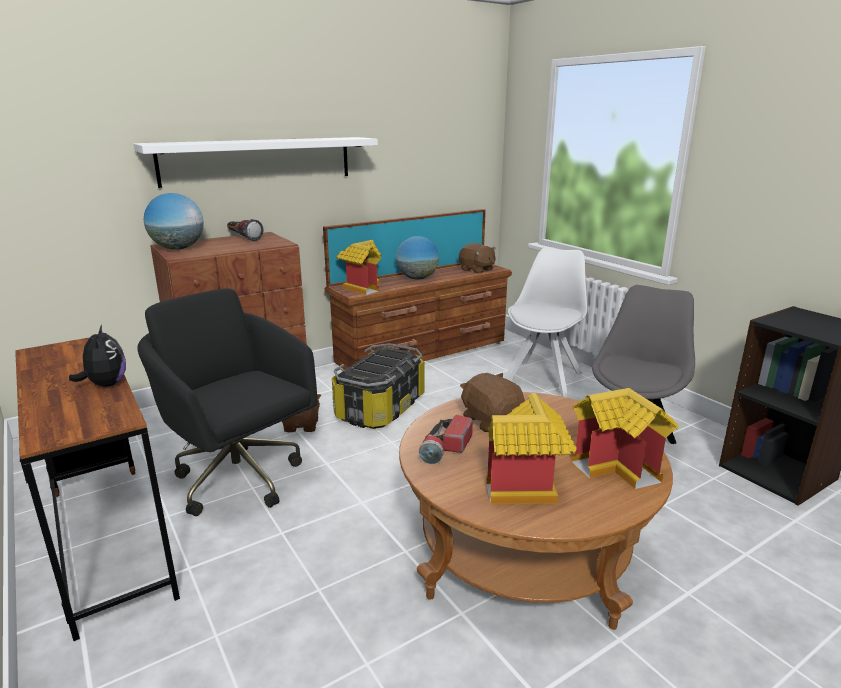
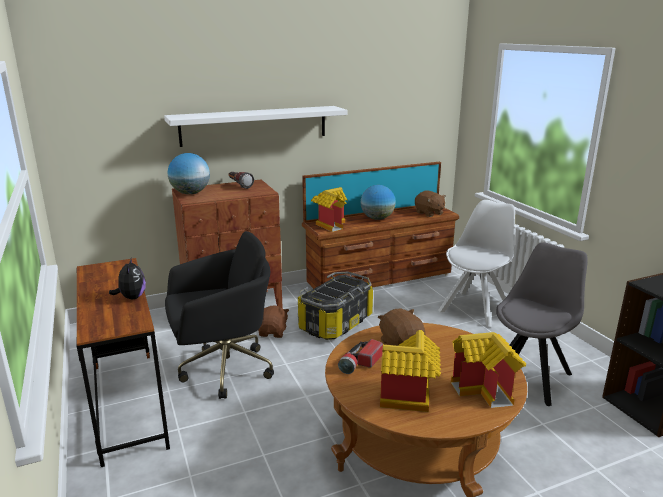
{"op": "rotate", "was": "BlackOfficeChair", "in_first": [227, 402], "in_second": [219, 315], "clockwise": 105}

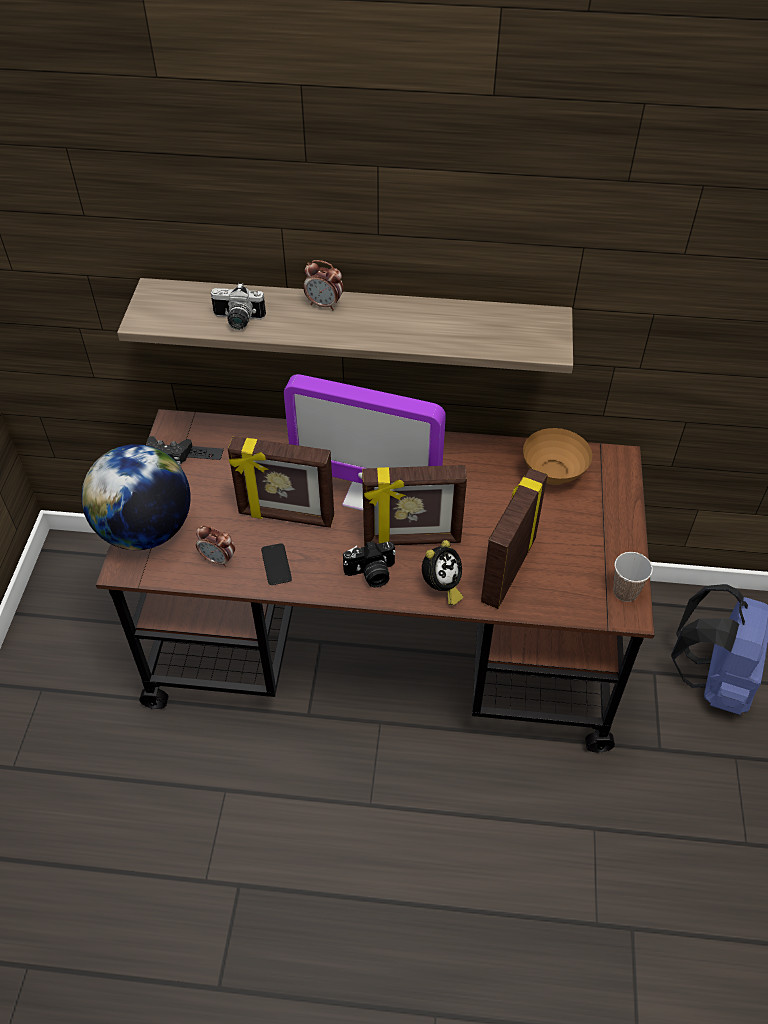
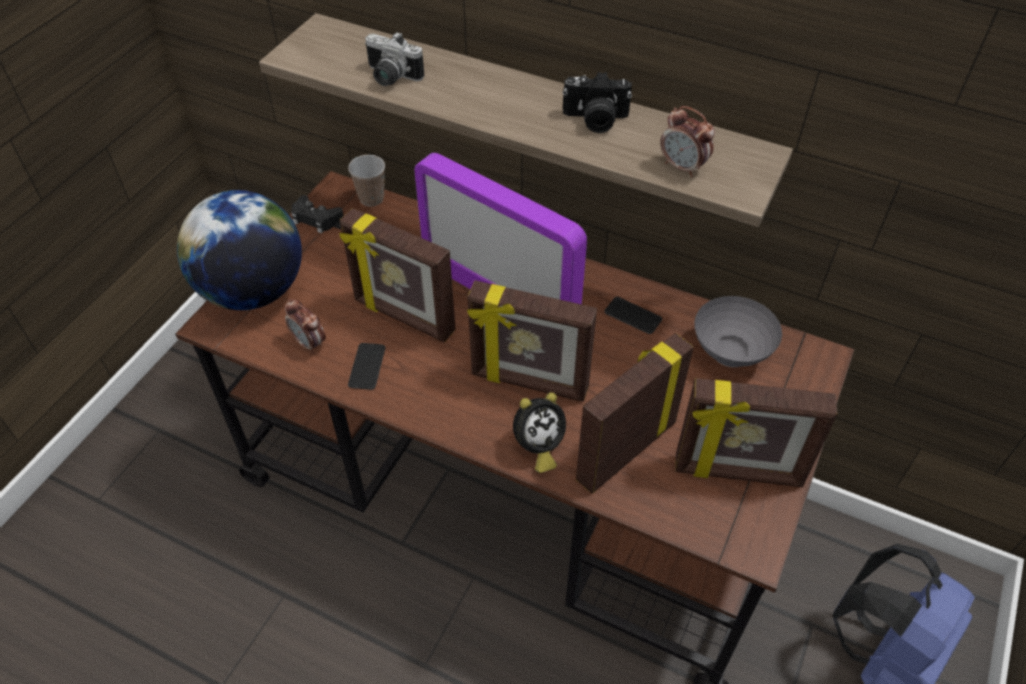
{"op": "insert", "now": "Phone", "in_second": [633, 315]}
{"op": "insert", "now": "PictureFrame", "in_second": [756, 432]}
{"op": "move", "was": "AlarmClock", "in_first": [323, 285], "in_second": [687, 141]}
{"op": "move", "was": "PhotoCamera", "in_first": [369, 564], "in_second": [597, 102]}
{"op": "move", "was": "Cup", "in_first": [633, 577], "in_second": [366, 180]}
{"op": "recolor", "was": "BrownBowl", "now": "GreyBowl", "in_first": [557, 456], "in_second": [738, 331]}

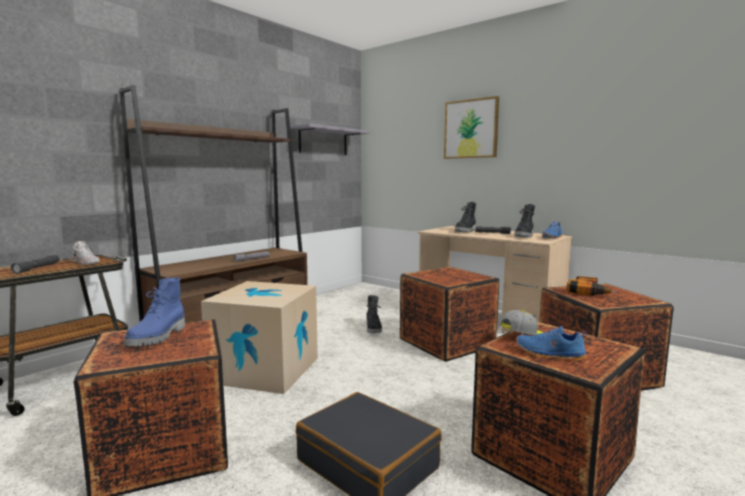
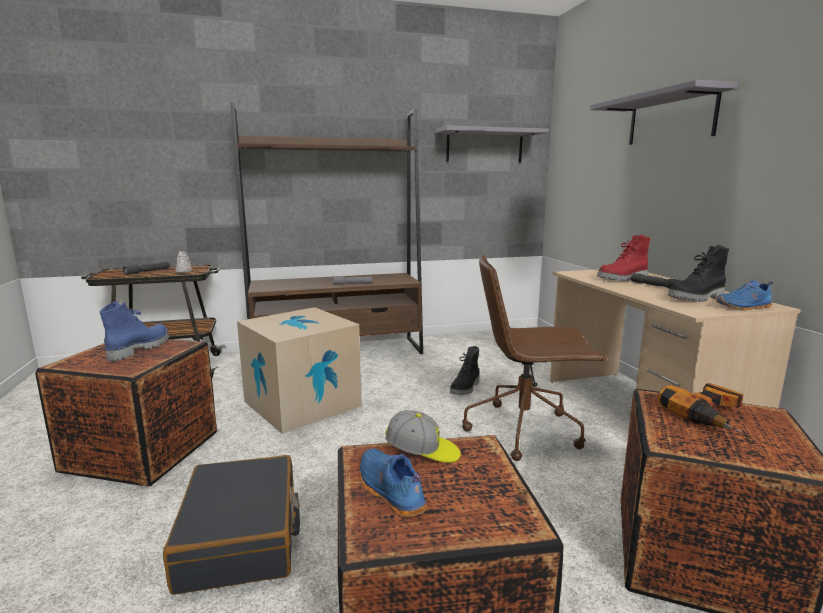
{"op": "replace", "was": "Crate", "now": "BrownOfficeChair", "in_first": [449, 314], "in_second": [534, 358]}
{"op": "replace", "was": "Picture", "now": "GreyShelf", "in_first": [471, 127], "in_second": [664, 112]}
{"op": "recolor", "was": "BlackBoot", "now": "RedBoot", "in_first": [465, 217], "in_second": [624, 258]}
{"op": "rotate", "was": "BlueBoot", "in_first": [154, 312], "in_second": [134, 331], "clockwise": 150}

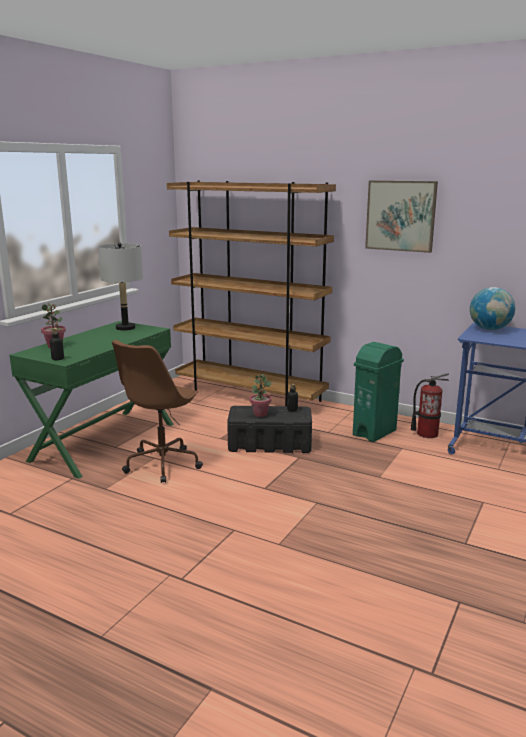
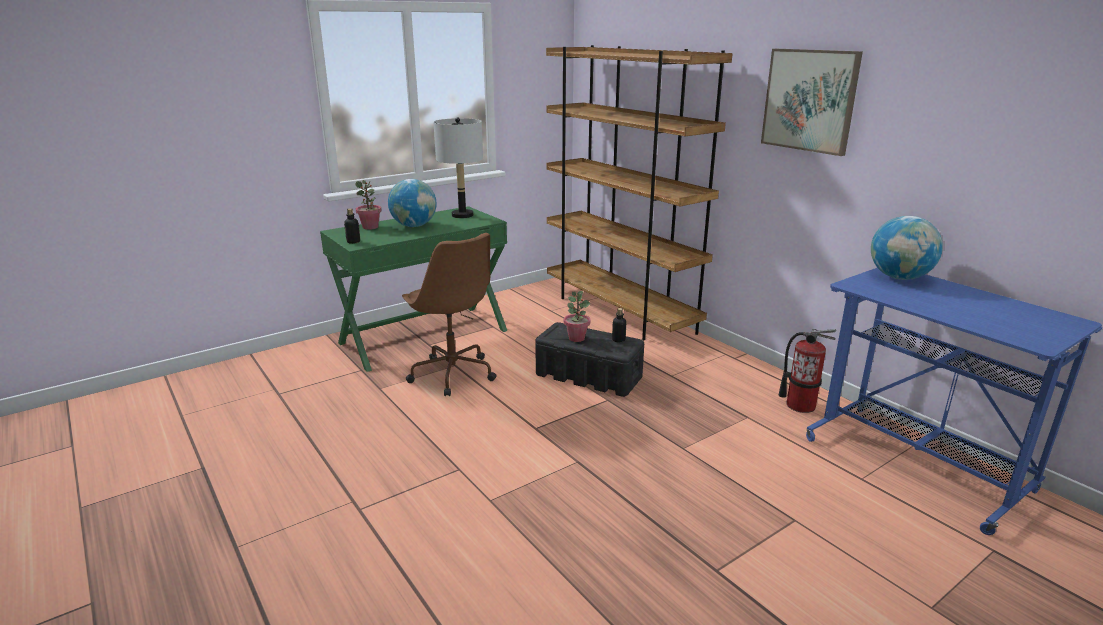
{"op": "delete", "was": "GreenTrashCan", "in_first": [378, 392]}
{"op": "insert", "now": "Globe", "in_second": [412, 203]}
{"op": "rotate", "was": "BrownOfficeChair", "in_first": [157, 411], "in_second": [449, 314], "clockwise": -90}

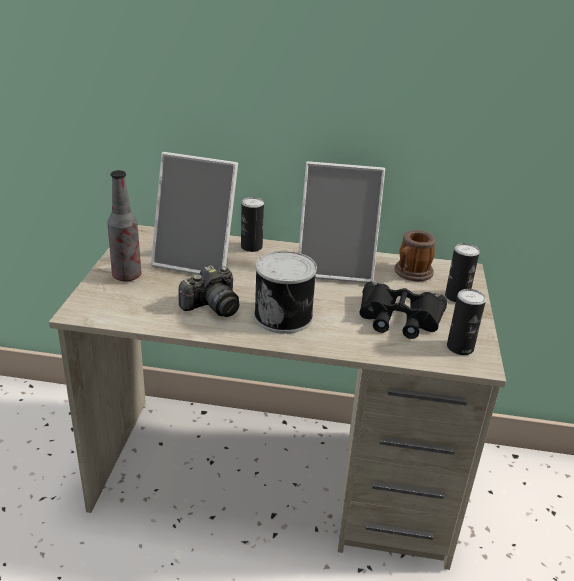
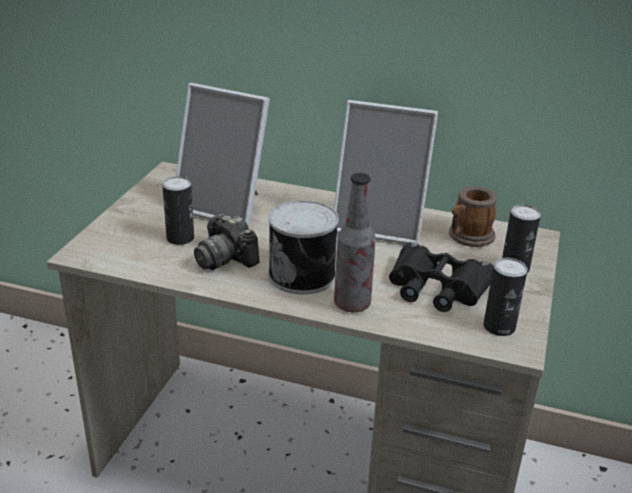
{"op": "move", "was": "Bottle", "in_first": [124, 225], "in_second": [355, 242]}
{"op": "move", "was": "Can", "in_first": [252, 224], "in_second": [178, 210]}
{"op": "rotate", "was": "PhotoCamera", "in_first": [208, 291], "in_second": [227, 241], "clockwise": 75}

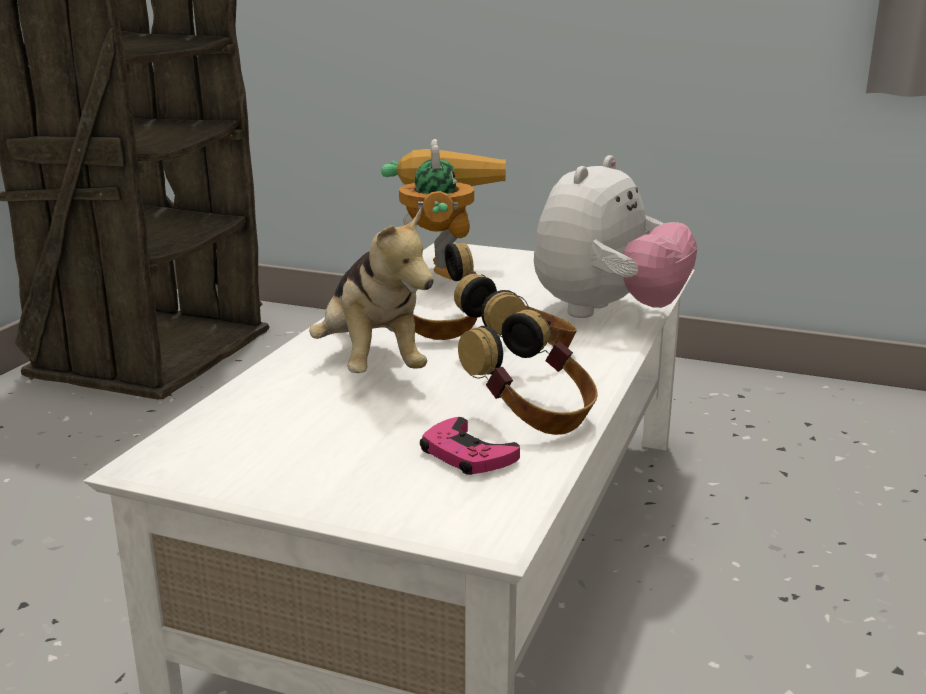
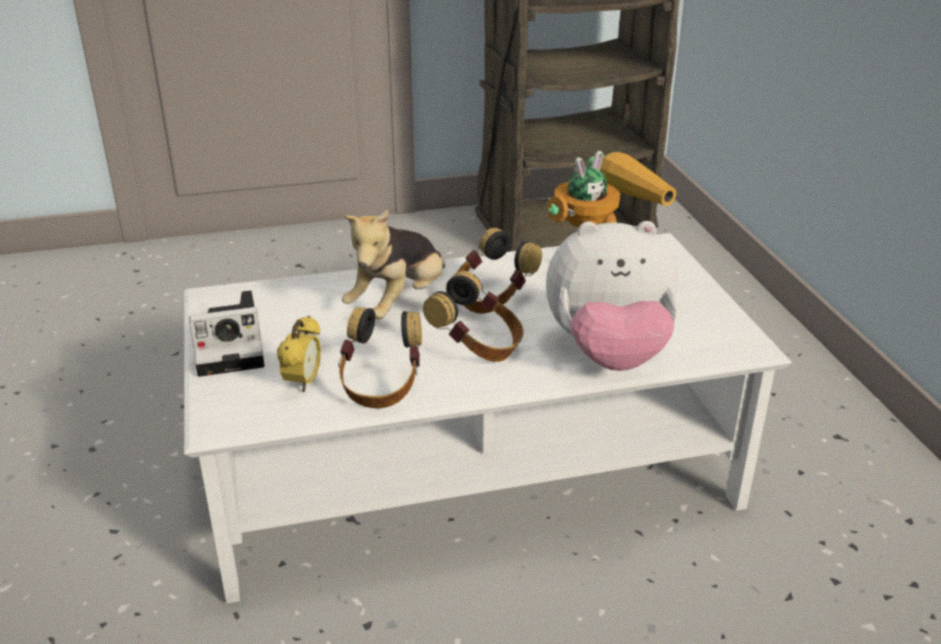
{"op": "insert", "now": "PhotoCamera", "in_second": [227, 333]}
{"op": "replace", "was": "PinkGameController", "now": "AlarmClock", "in_first": [470, 446], "in_second": [299, 354]}

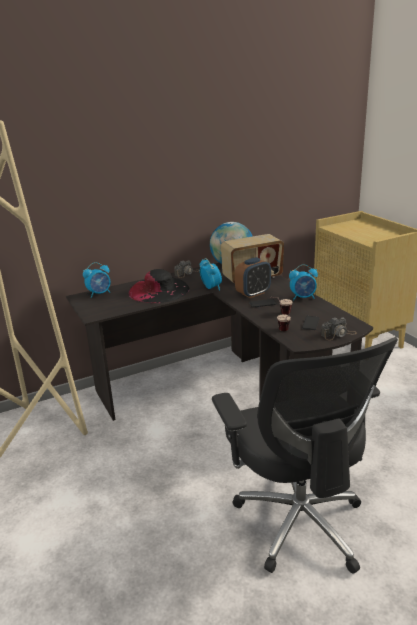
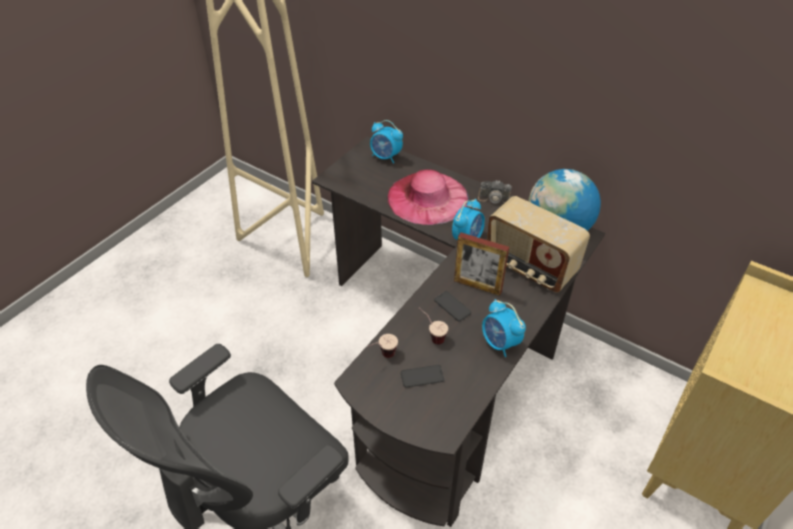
{"op": "delete", "was": "PhotoCamera", "in_first": [339, 328]}
{"op": "replace", "was": "AlarmClock", "now": "PictureFrame", "in_first": [253, 277], "in_second": [481, 264]}
{"op": "recolor", "was": "BlackHat", "now": "PinkHat", "in_first": [159, 286], "in_second": [428, 197]}

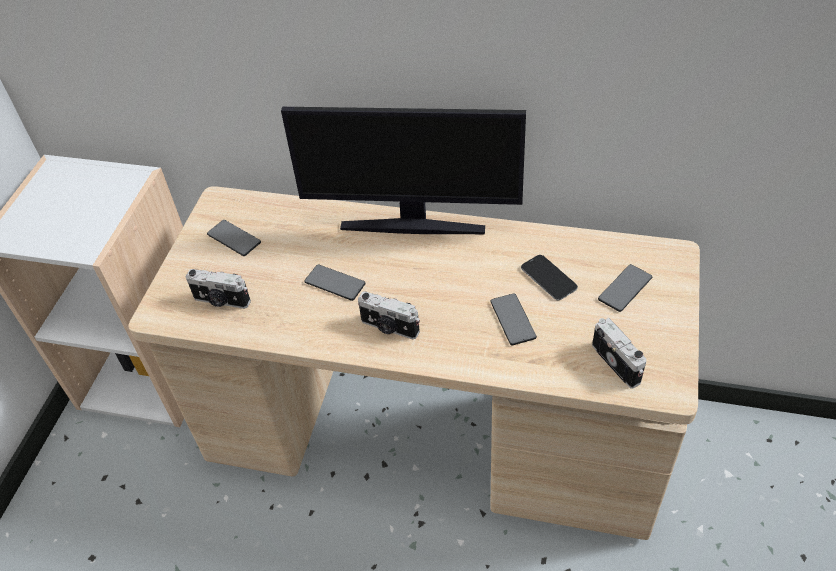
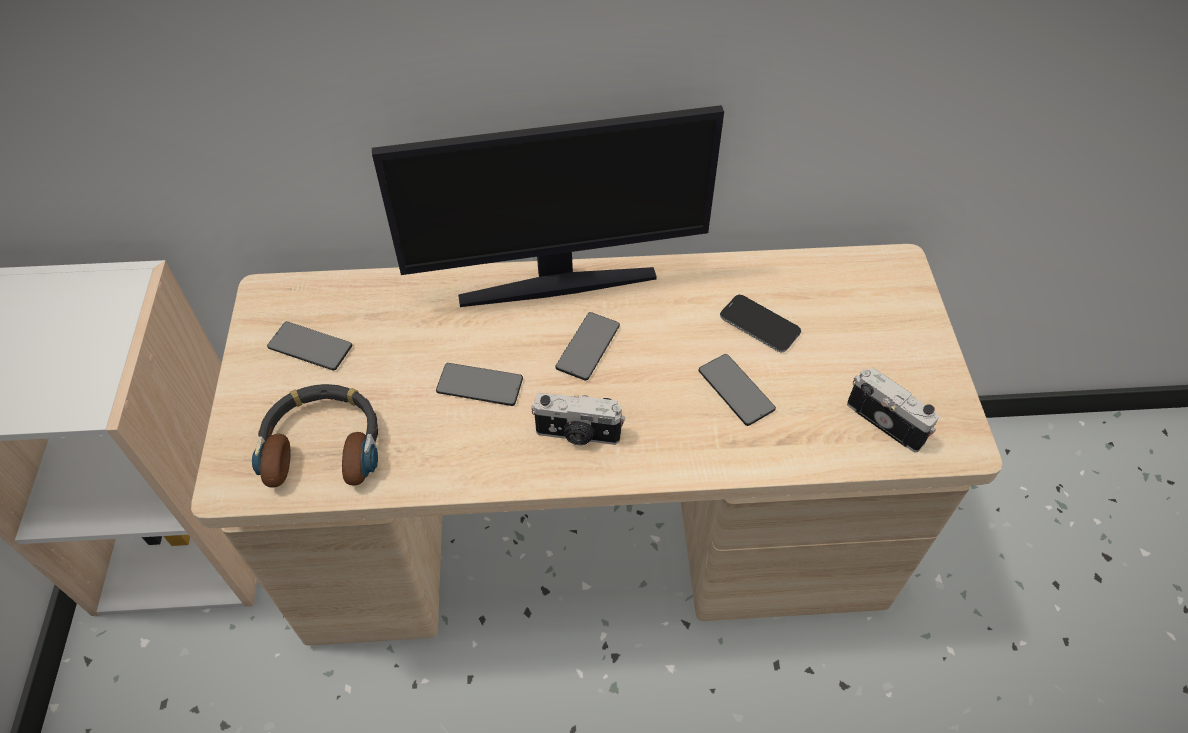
{"op": "move", "was": "Phone", "in_first": [625, 288], "in_second": [587, 346]}
{"op": "replace", "was": "PhotoCamera", "now": "Headphones", "in_first": [218, 289], "in_second": [315, 436]}

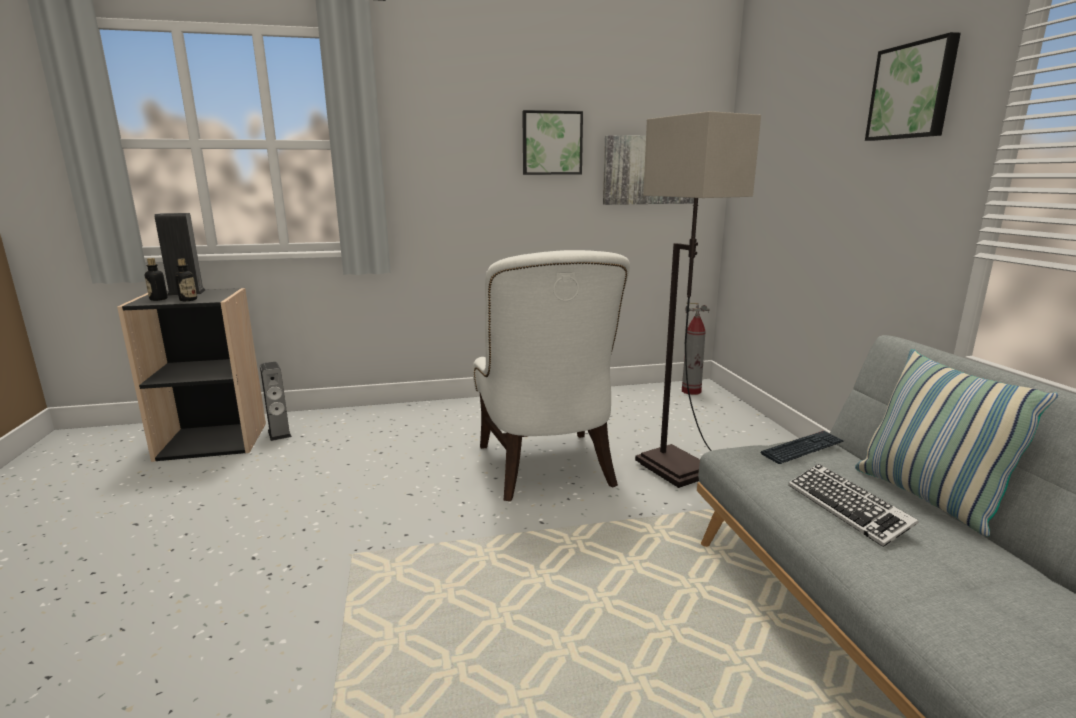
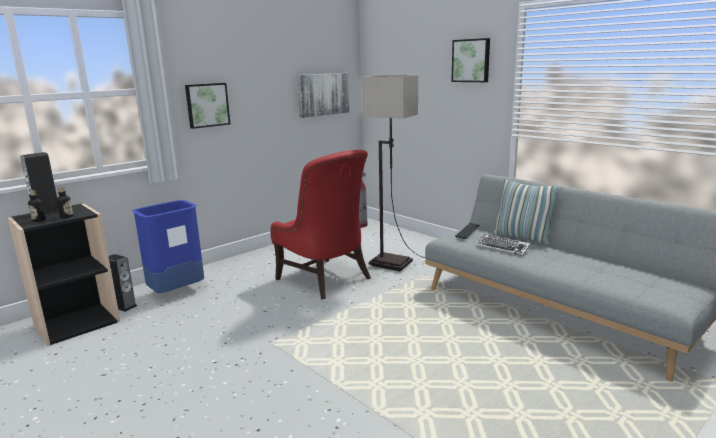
{"op": "insert", "now": "BlueTrashCan", "in_second": [168, 246]}
{"op": "move", "was": "Picture", "in_first": [552, 142], "in_second": [207, 106]}
{"op": "recolor", "was": "WhiteChair", "now": "RedChair", "in_first": [551, 375], "in_second": [320, 224]}

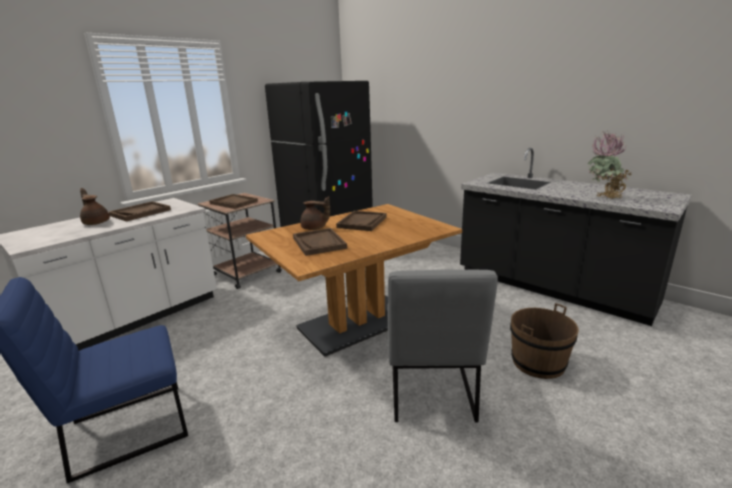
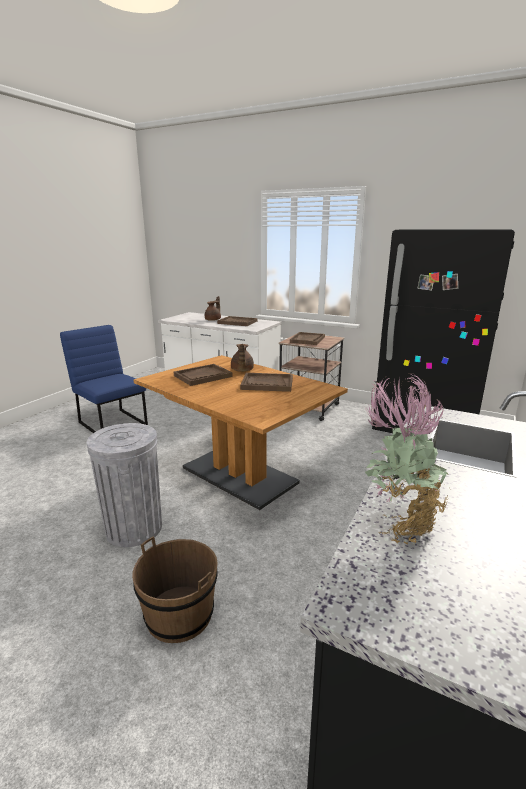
{"op": "replace", "was": "GreyChair", "now": "GreyTrashCan", "in_first": [442, 346], "in_second": [124, 485]}

